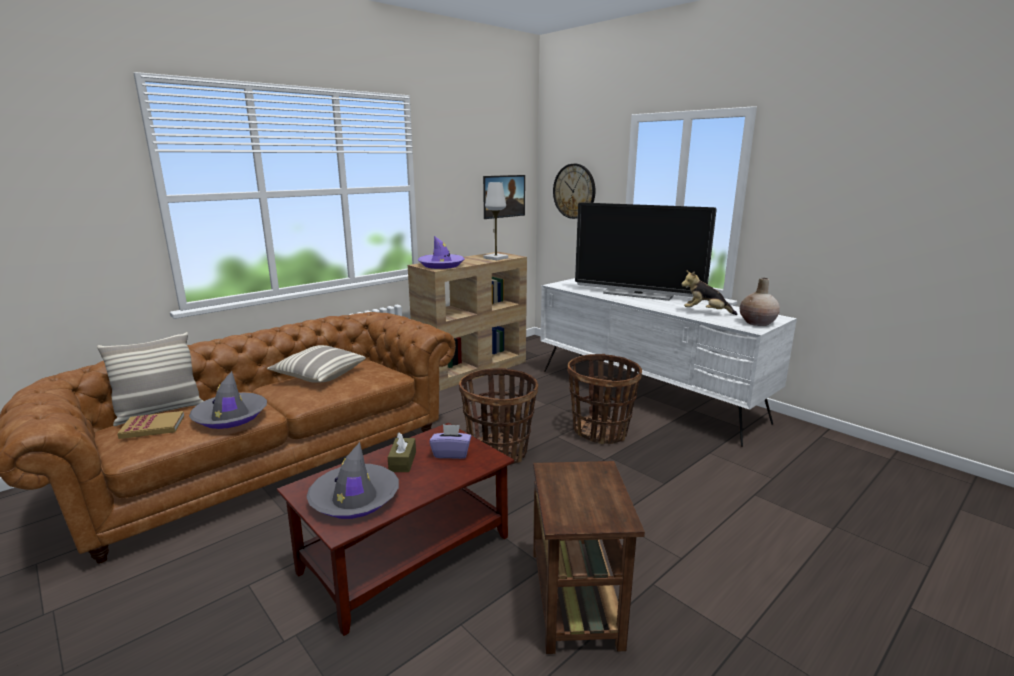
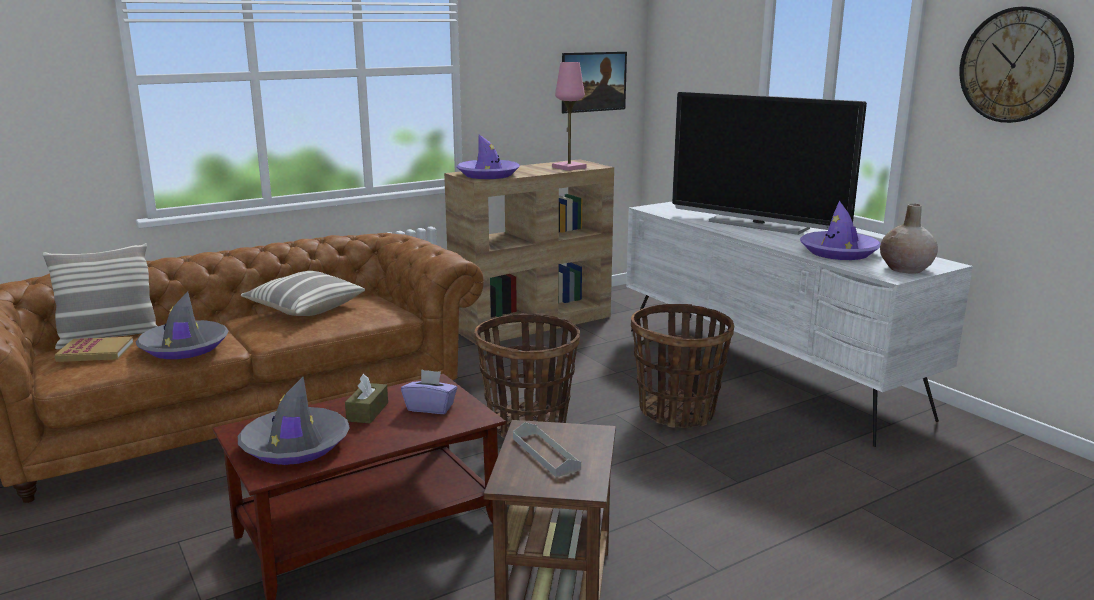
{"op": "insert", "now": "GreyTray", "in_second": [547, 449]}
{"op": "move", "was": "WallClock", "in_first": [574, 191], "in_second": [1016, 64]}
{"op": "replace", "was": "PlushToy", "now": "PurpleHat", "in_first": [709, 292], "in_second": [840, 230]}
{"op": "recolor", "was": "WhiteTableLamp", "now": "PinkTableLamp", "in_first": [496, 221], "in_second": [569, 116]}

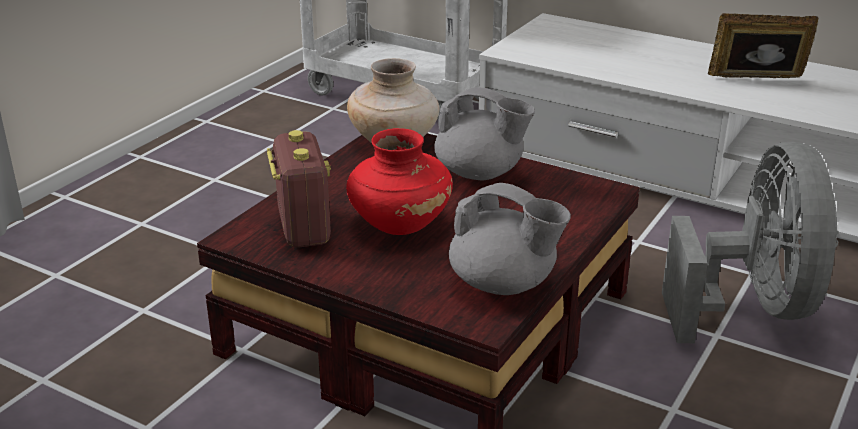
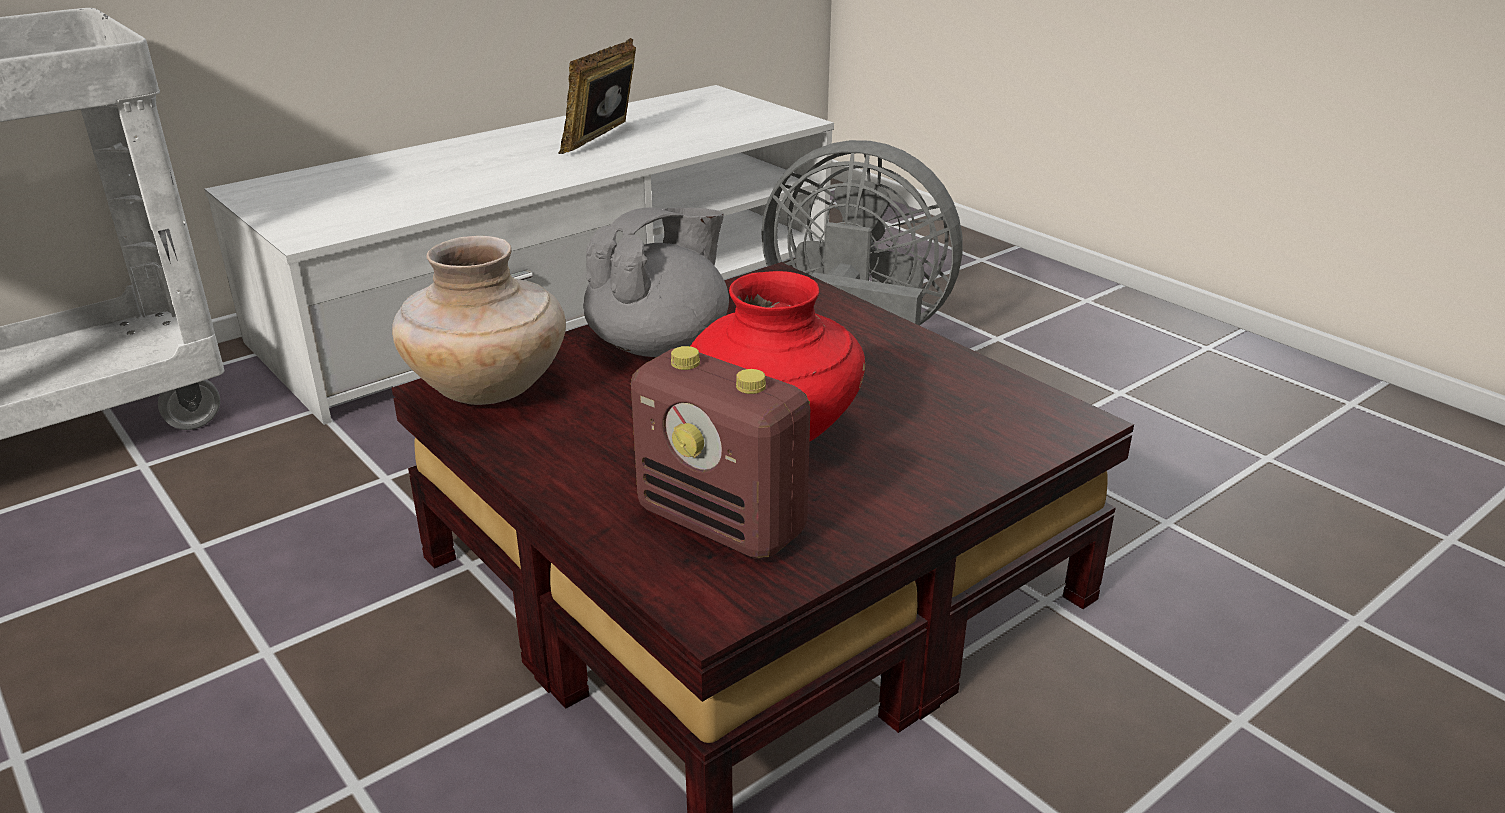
{"op": "delete", "was": "GreyTeapot", "in_first": [510, 239]}
{"op": "rotate", "was": "Radio", "in_first": [299, 189], "in_second": [720, 453], "clockwise": -150}

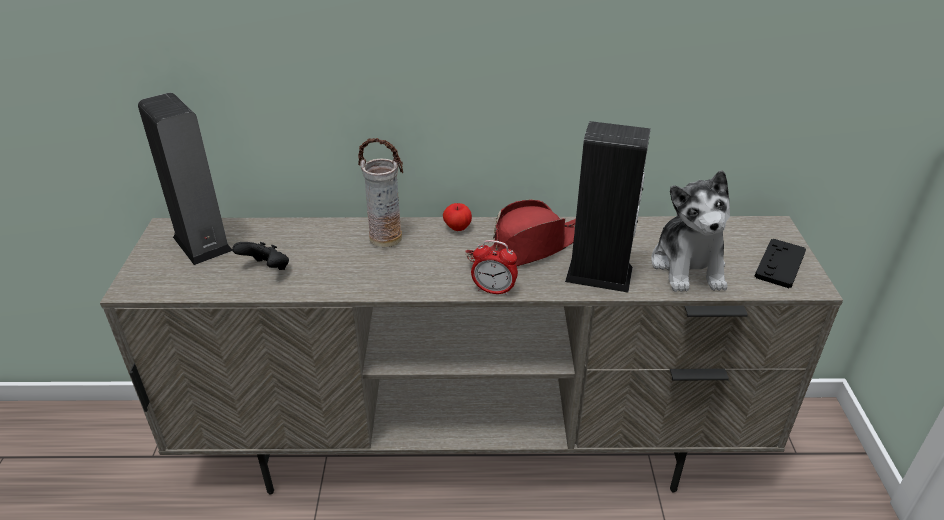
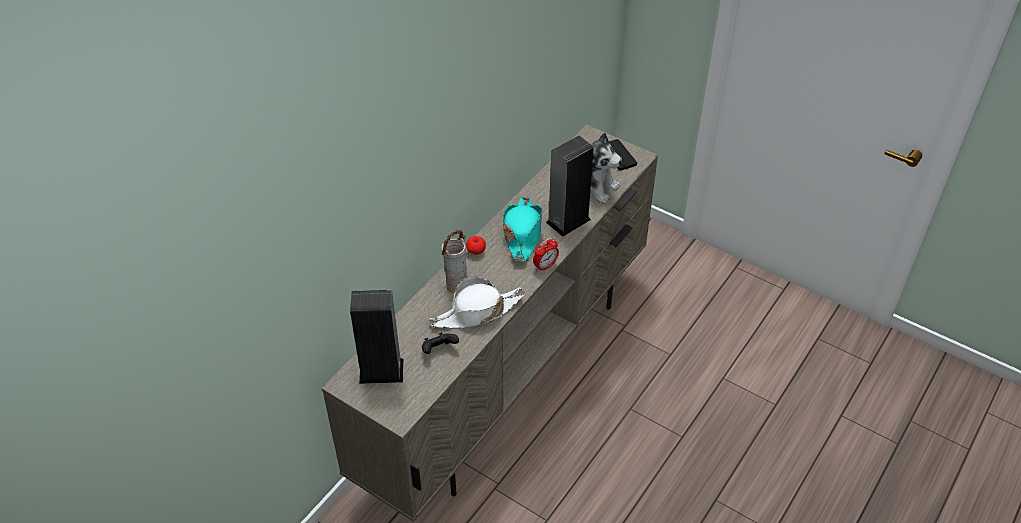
{"op": "insert", "now": "WhiteHat", "in_second": [477, 302]}
{"op": "recolor", "was": "RedHat", "now": "TurquoiseHat", "in_first": [520, 233], "in_second": [522, 229]}

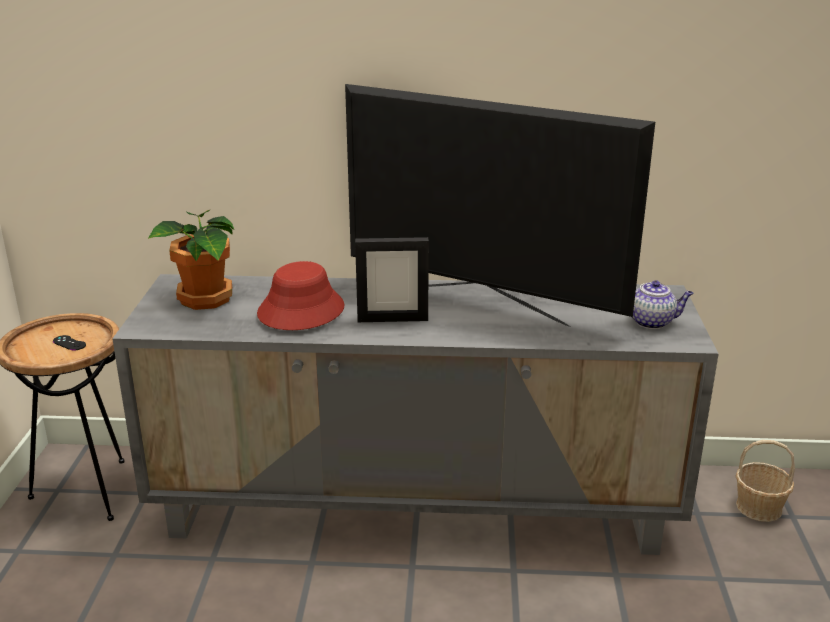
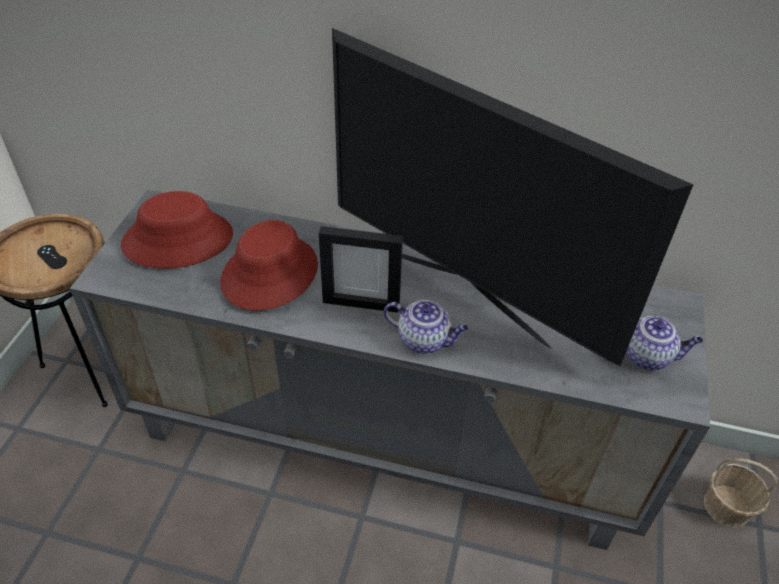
{"op": "insert", "now": "Teapot", "in_second": [426, 327]}
{"op": "replace", "was": "PottedPlant", "now": "RedHat", "in_first": [191, 259], "in_second": [177, 230]}

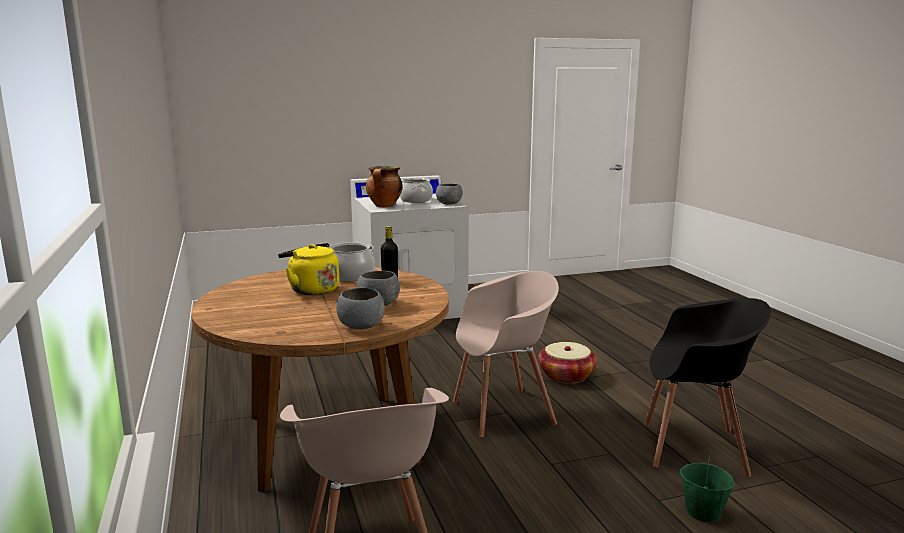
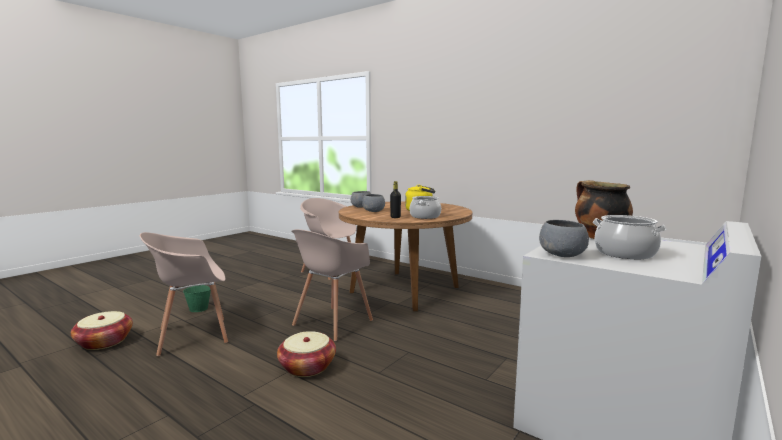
{"op": "insert", "now": "Basket", "in_second": [102, 330]}
{"op": "recolor", "was": "BlackChair", "now": "BeigeChair", "in_first": [708, 387], "in_second": [184, 294]}

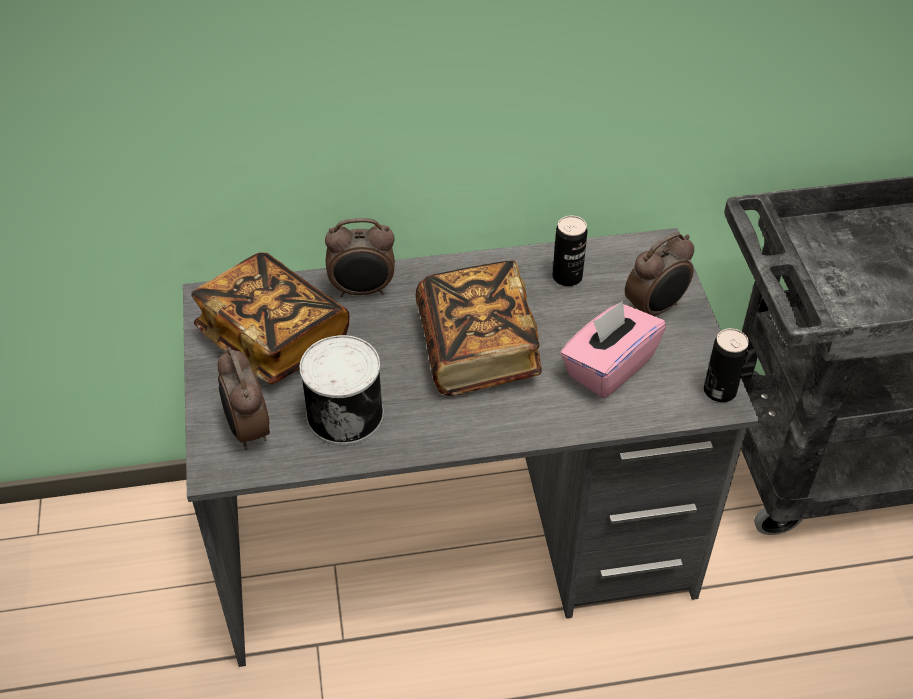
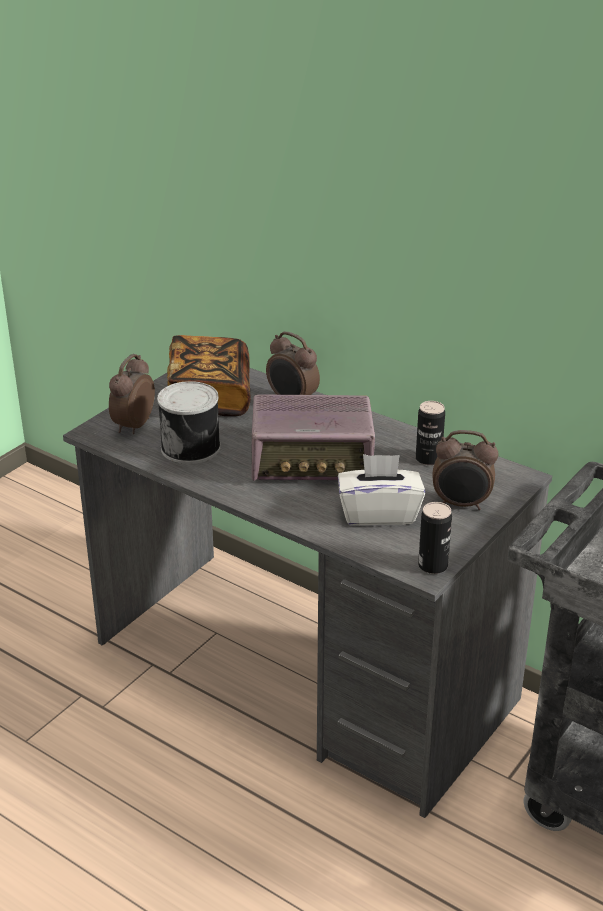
{"op": "replace", "was": "Book", "now": "Radio", "in_first": [479, 328], "in_second": [313, 437]}
{"op": "recolor", "was": "PinkTissueBox", "now": "WhiteTissueBox", "in_first": [613, 349], "in_second": [381, 489]}

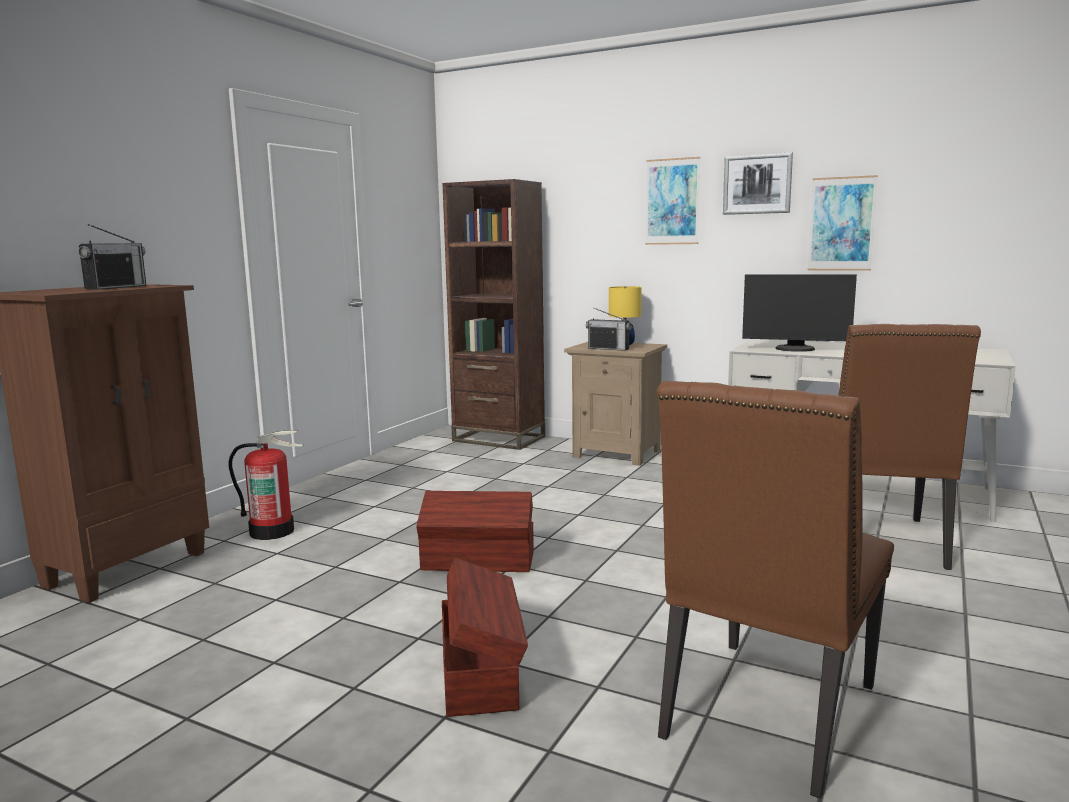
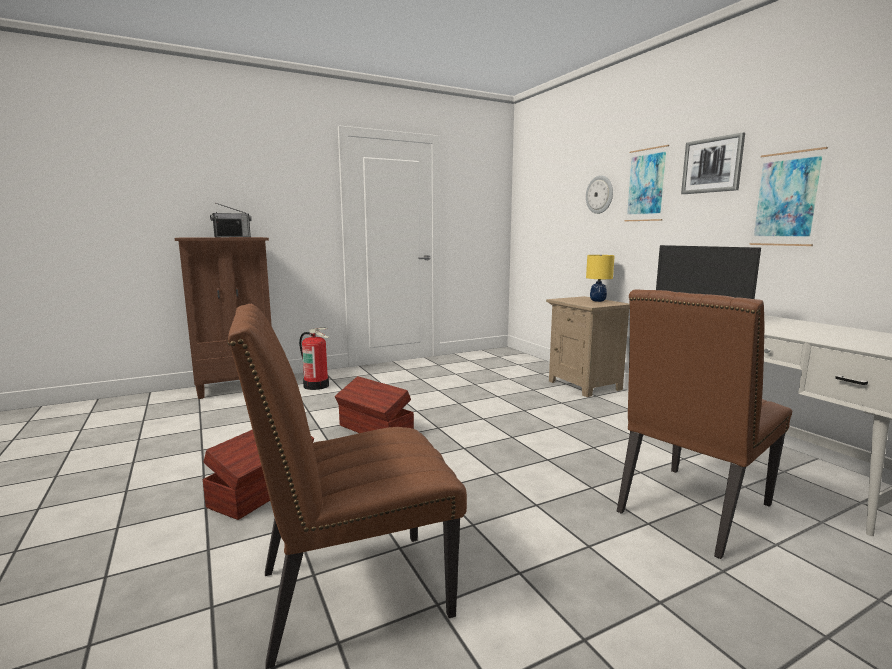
{"op": "delete", "was": "BrownBookcase", "in_first": [493, 314]}
{"op": "delete", "was": "Radio", "in_first": [609, 329]}
{"op": "insert", "now": "WallClock", "in_second": [599, 194]}

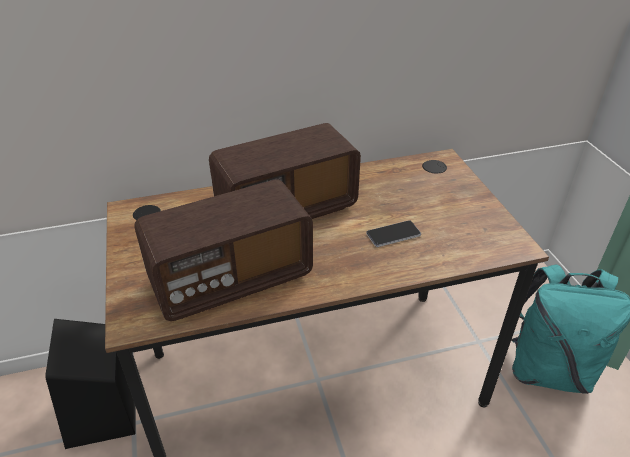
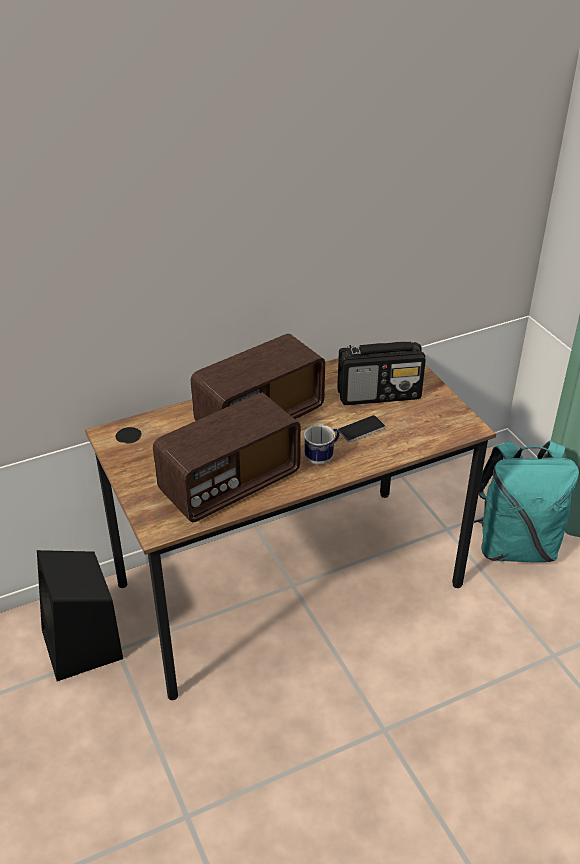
{"op": "insert", "now": "Mug", "in_second": [322, 444]}
{"op": "insert", "now": "Radio", "in_second": [381, 373]}

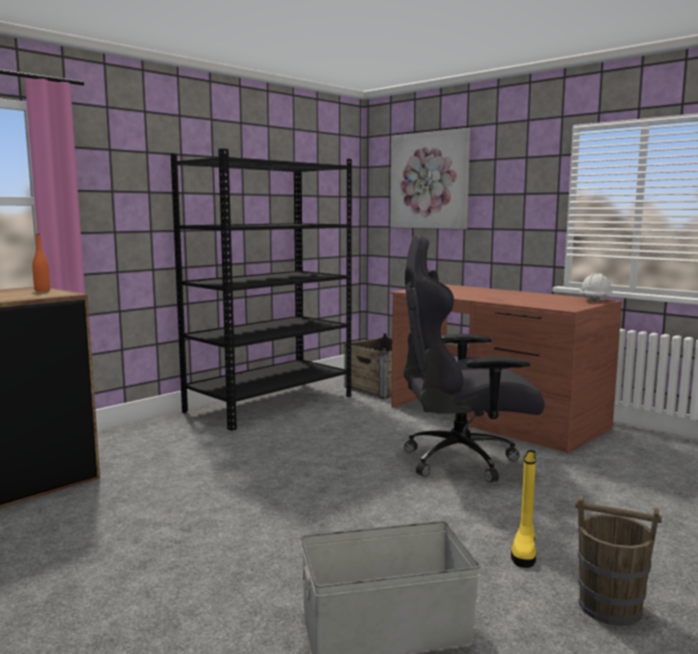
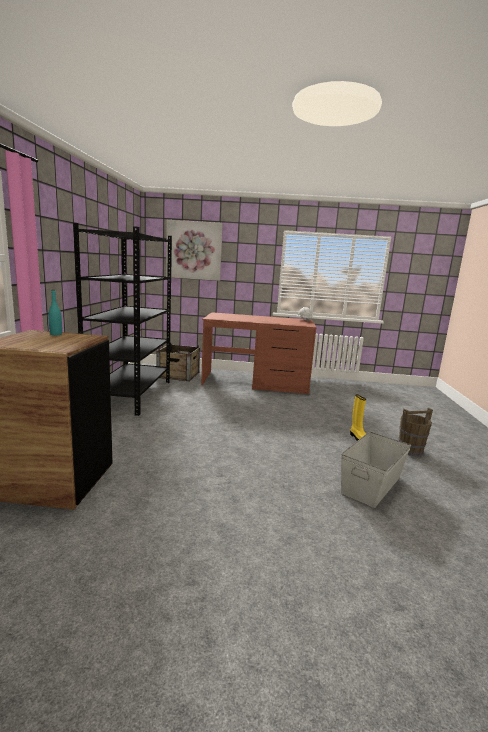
{"op": "delete", "was": "BlackOfficeChair", "in_first": [474, 358]}
{"op": "recolor", "was": "OrangeBottle", "now": "TurquoiseBottle", "in_first": [41, 262], "in_second": [55, 312]}

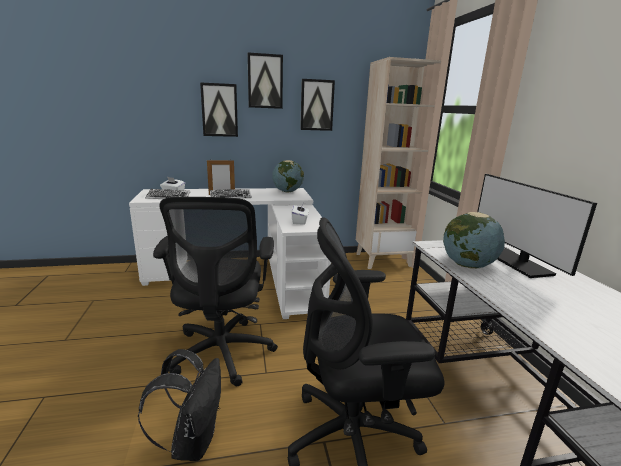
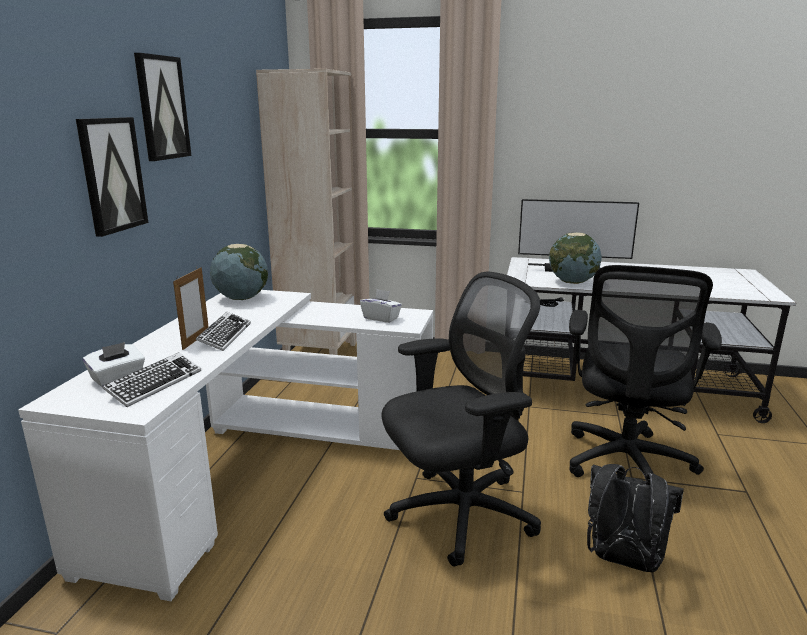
{"op": "delete", "was": "Picture", "in_first": [317, 105]}
{"op": "rotate", "was": "BlackOfficeChair", "in_first": [215, 291], "in_second": [461, 419], "clockwise": -45}

